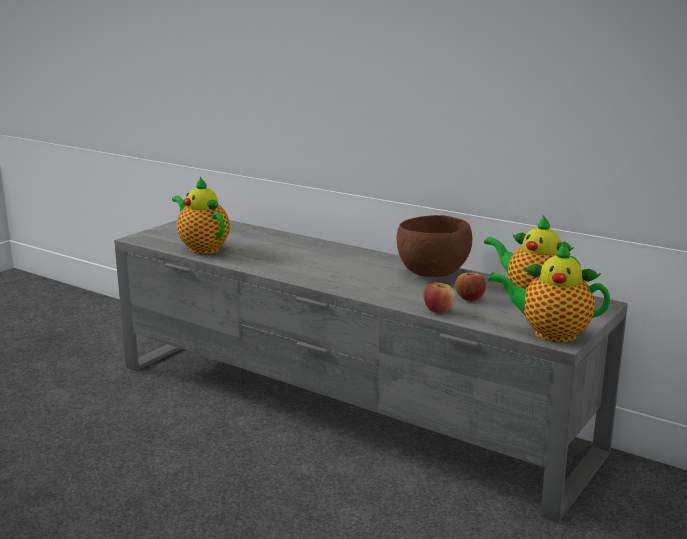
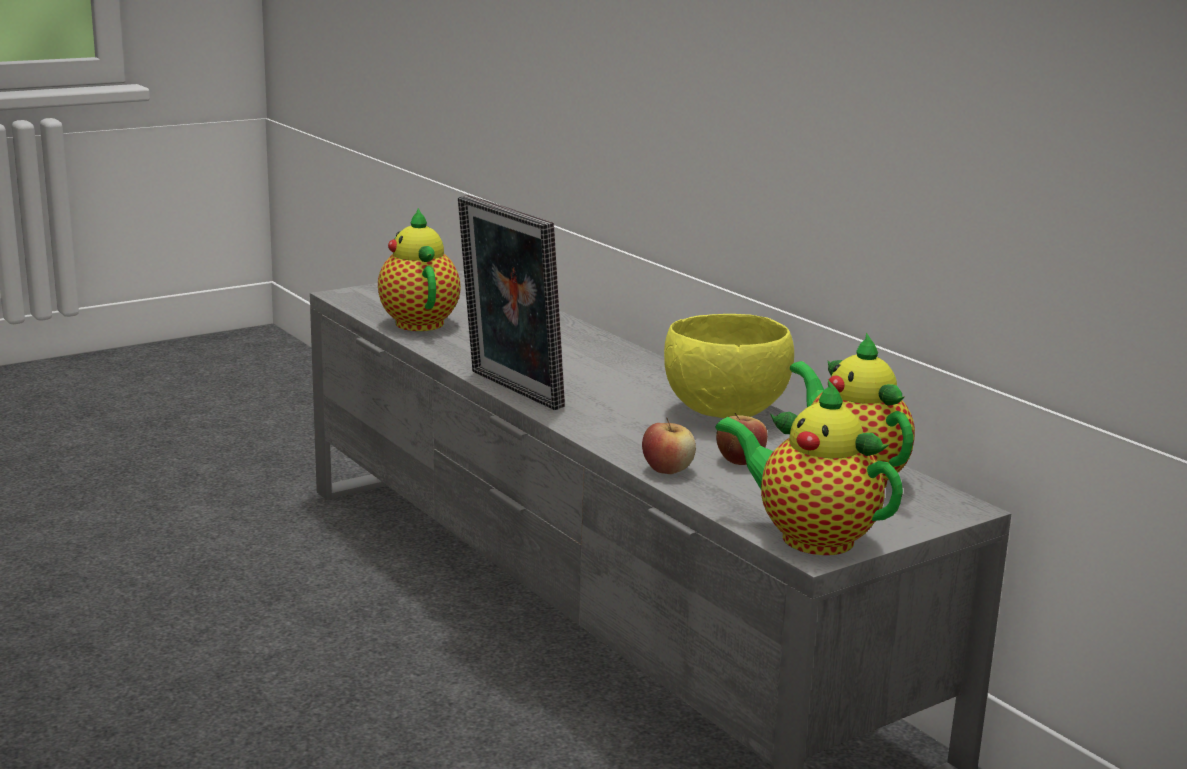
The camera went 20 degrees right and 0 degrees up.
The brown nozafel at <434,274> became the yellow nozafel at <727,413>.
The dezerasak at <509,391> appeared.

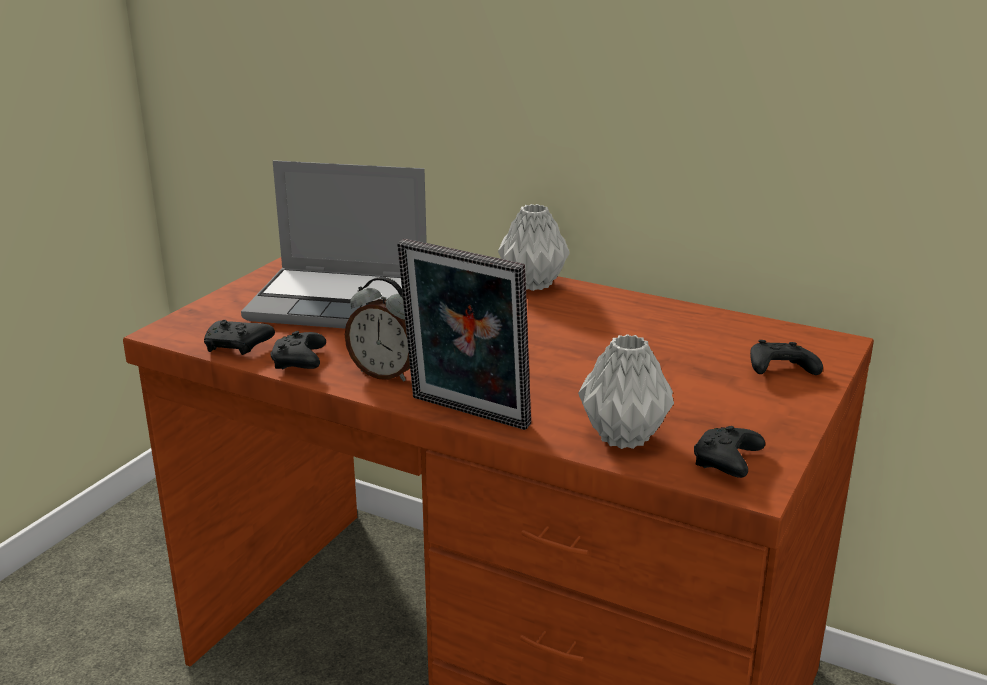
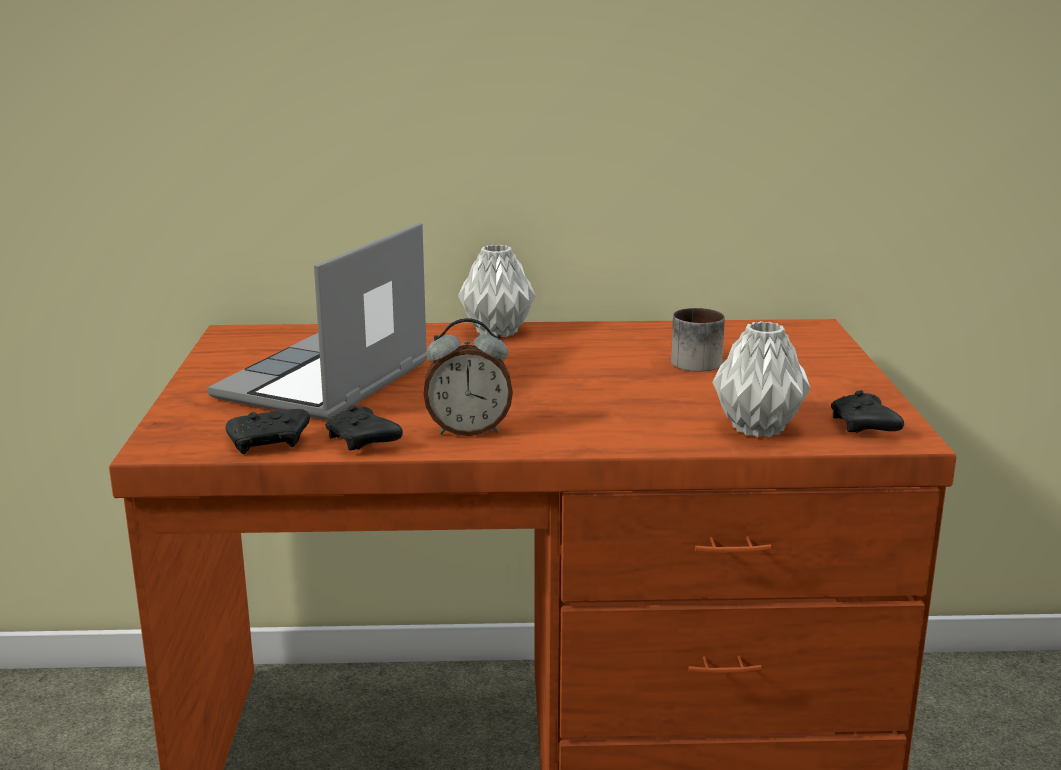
The camera went 30 degrees left and 5 degrees down.
The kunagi at <342,302> turned 135 degrees clockwise.
The dezerasak at <466,415> disappeared.
The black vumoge at <779,371> disappeared.
The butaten at <691,361> appeared.

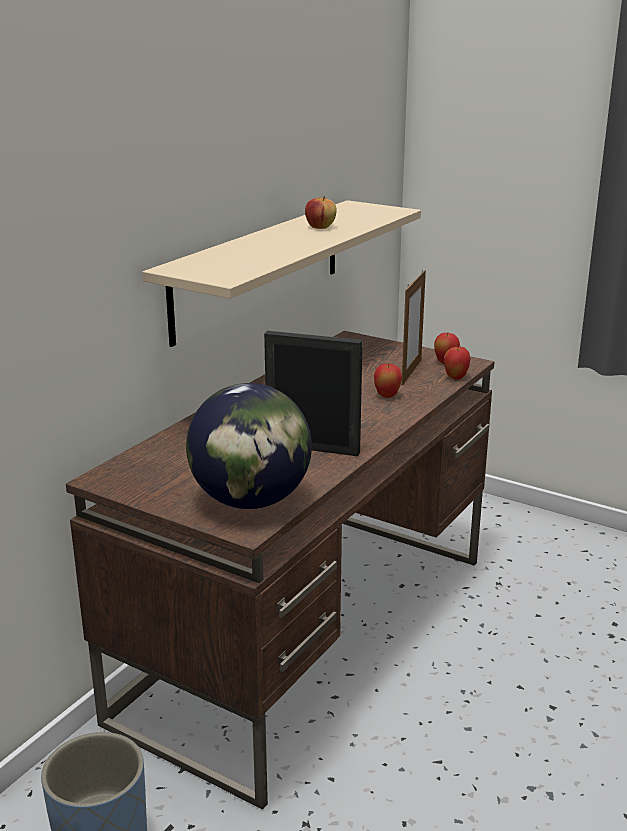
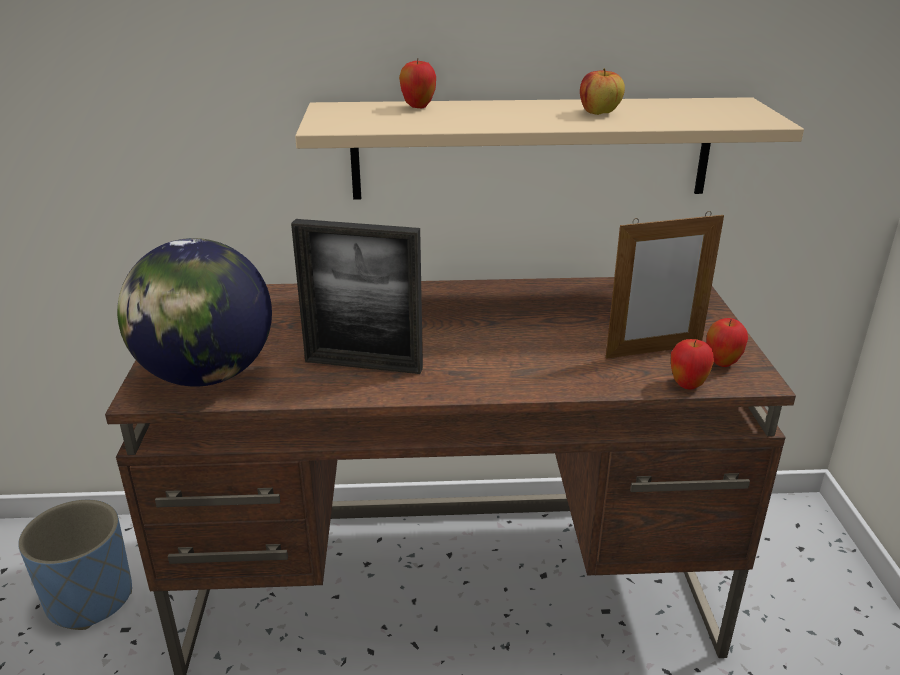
The camera went 55 degrees right and 5 degrees up.
The dezerasak at <313,448> turned 120 degrees clockwise.
The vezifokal moved from <387,396> to <418,107>.

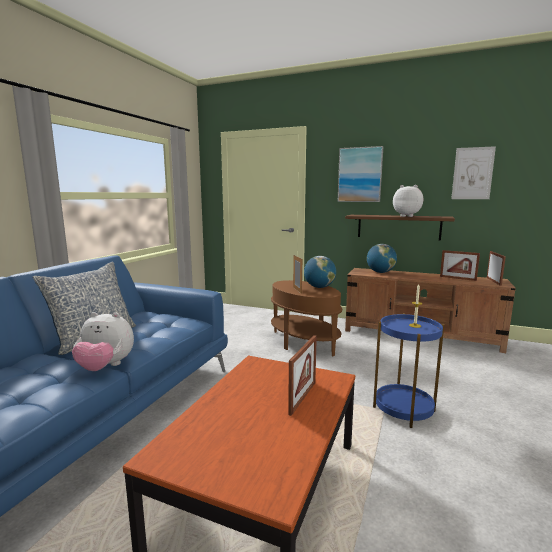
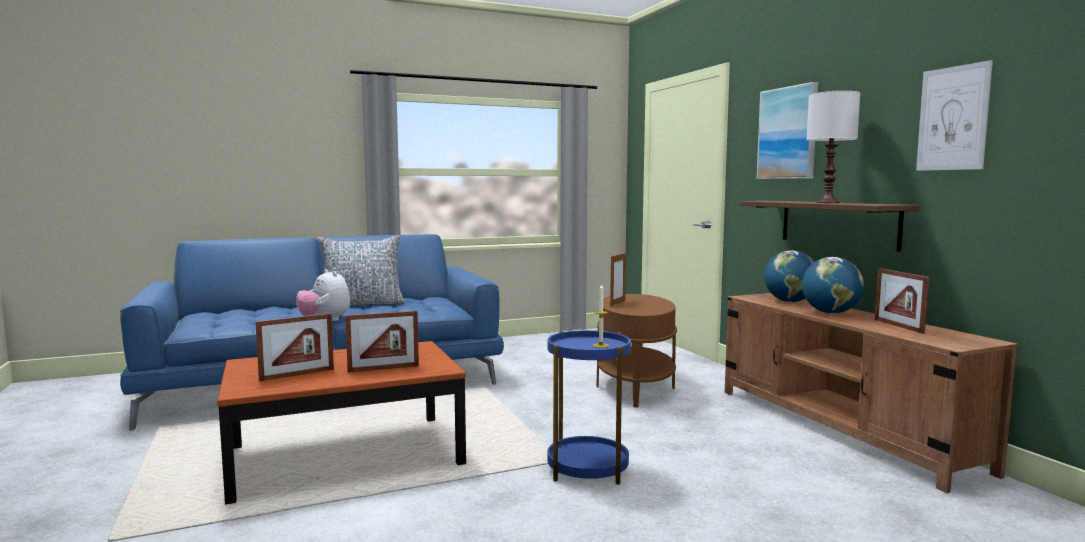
The camera went 45 degrees right and 5 degrees down.
The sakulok moved from <319,287> to <830,313>.
The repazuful at <407,216> was replaced by the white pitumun at <827,202>.
The dezerasak moved from <493,281> to <297,375>.

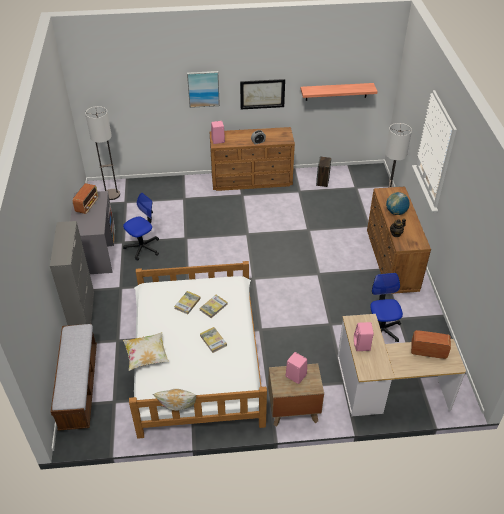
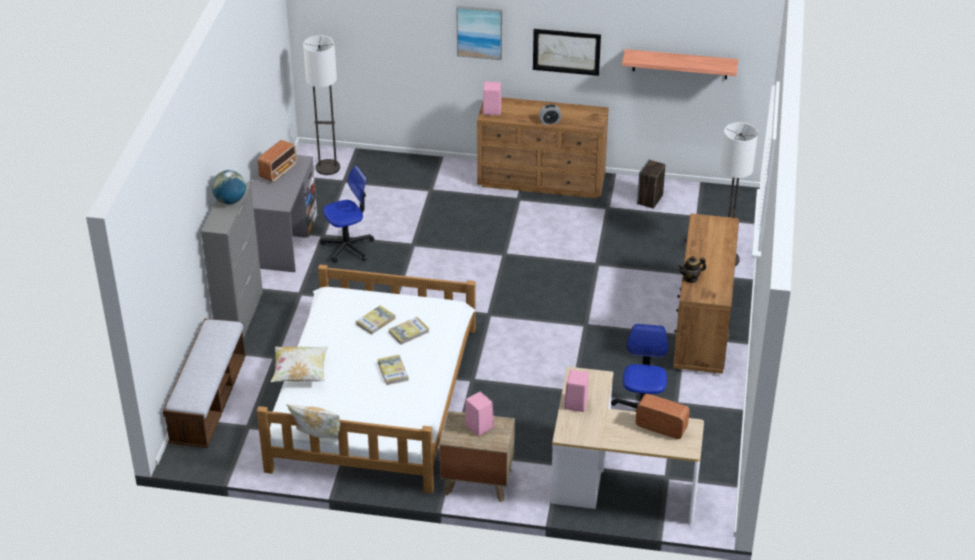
The camera went 15 degrees right and 5 degrees down.
The sakulok moved from <396,212> to <230,200>.

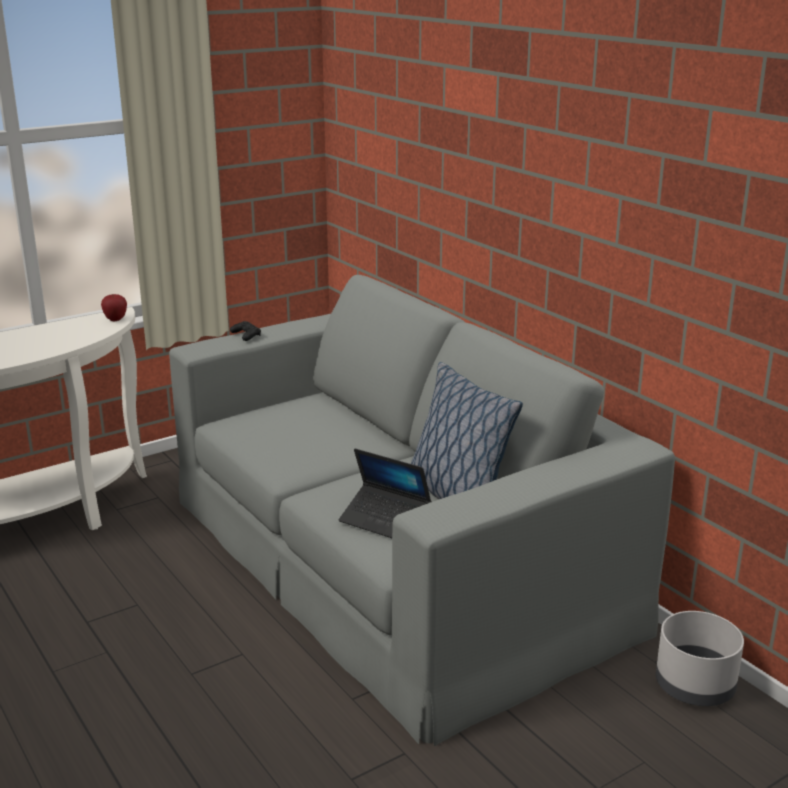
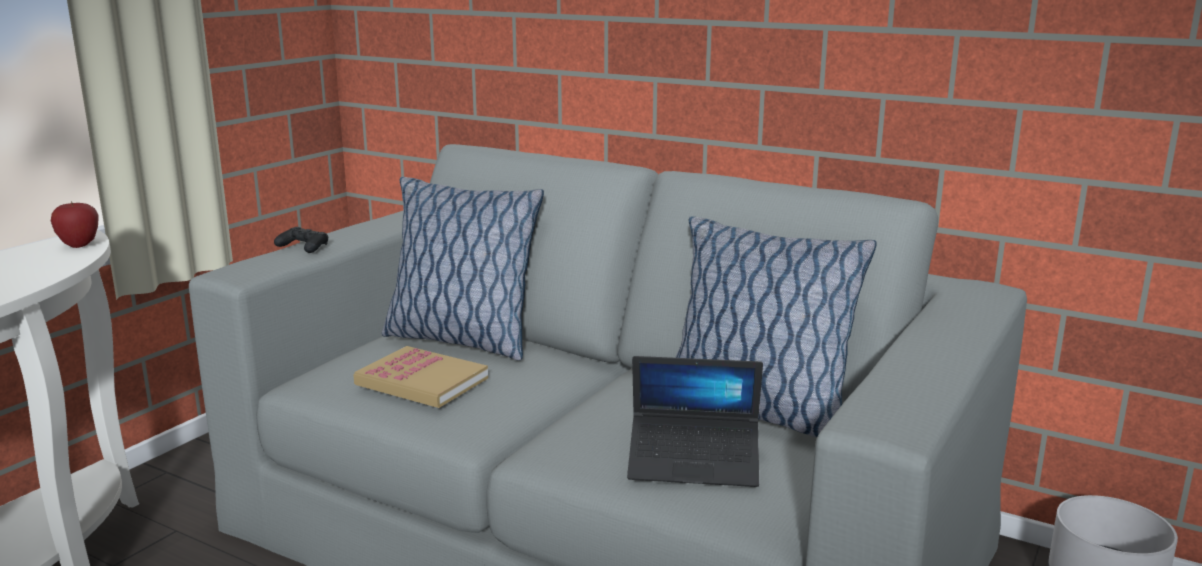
The camera went 25 degrees left and 5 degrees down.
The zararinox at <421,381> appeared.
The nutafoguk at <460,340> appeared.

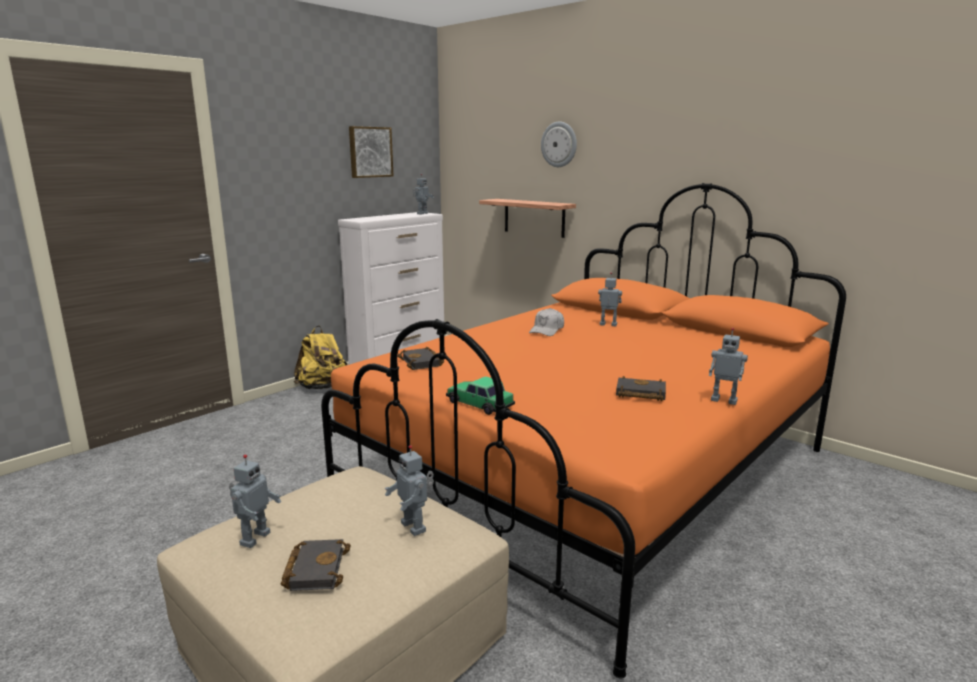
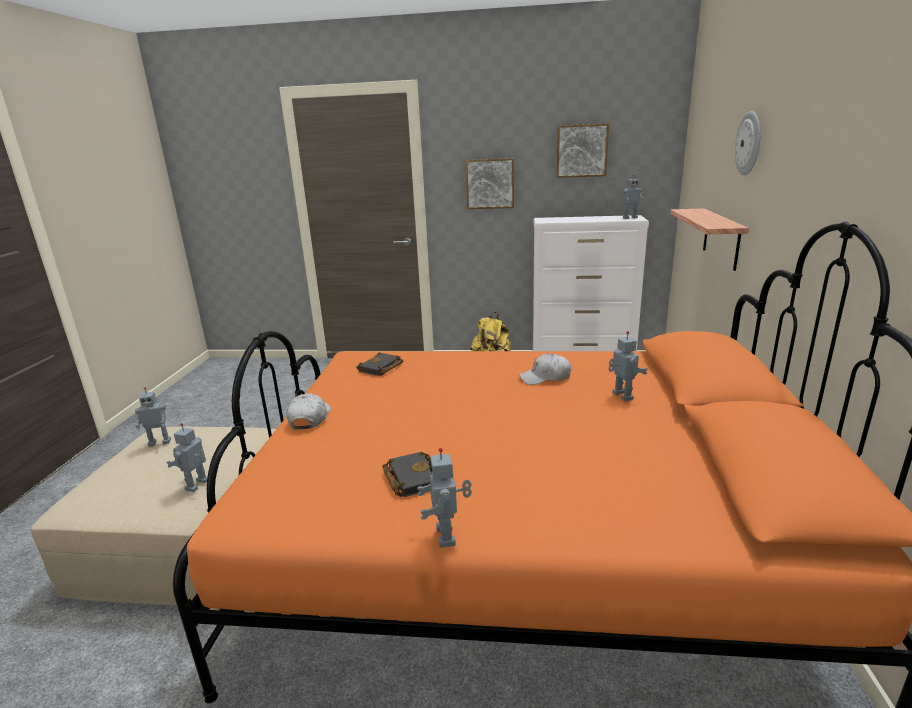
The camera went 55 degrees right and 5 degrees up.
The black zararinox at <315,569> disappeared.
The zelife at <479,404> was replaced by the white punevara at <309,418>.
The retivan at <490,183> appeared.

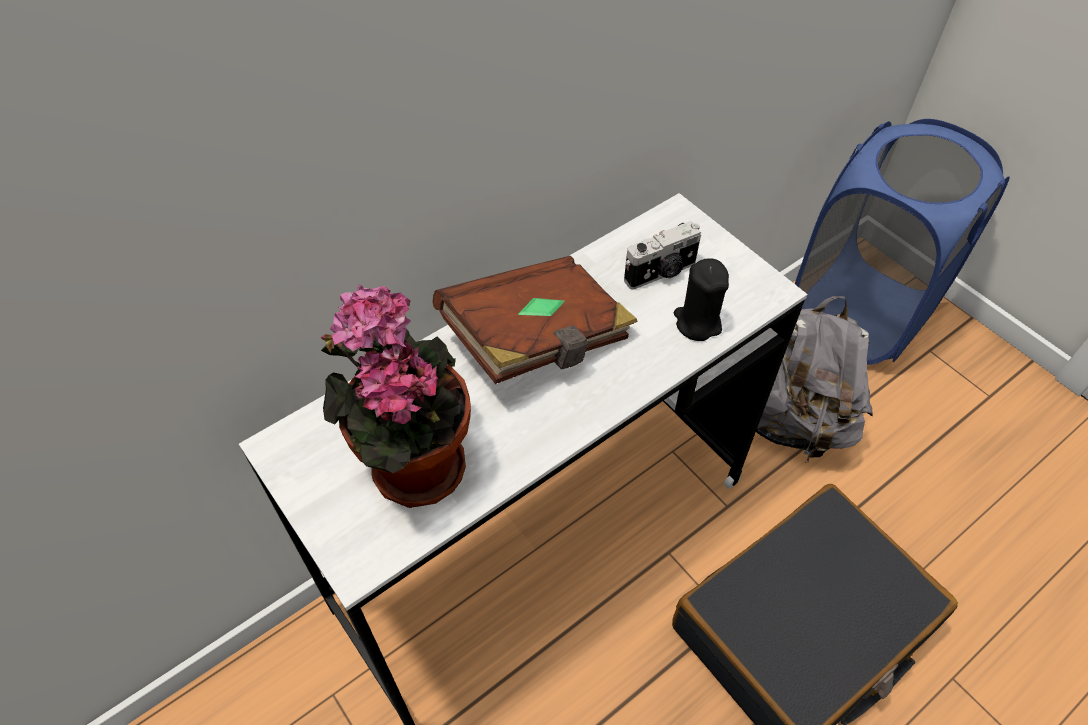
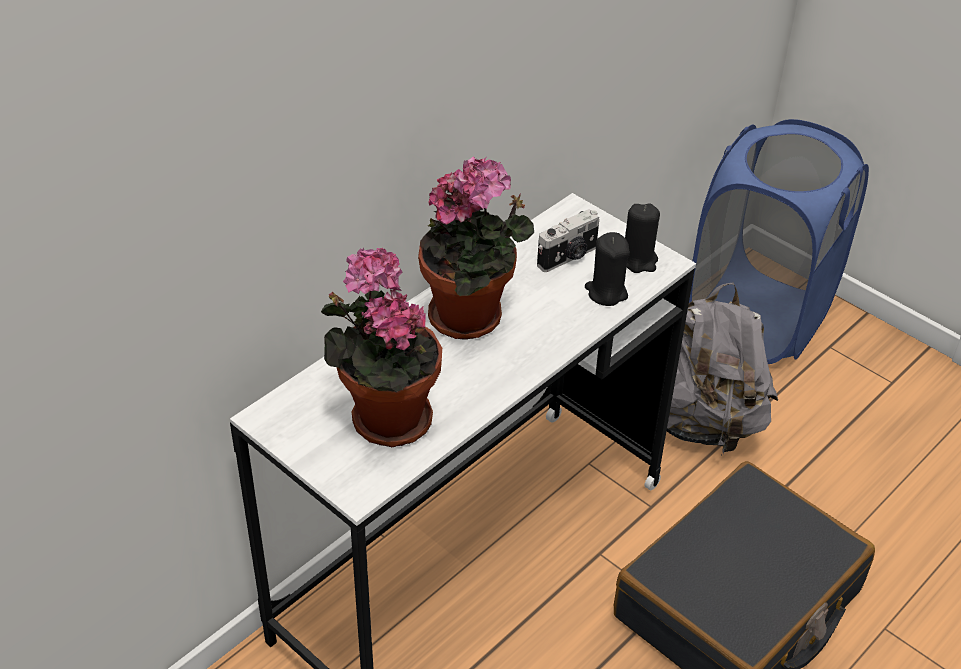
The camera went 10 degrees left and 10 degrees down.
The brown zararinox at <538,340> was replaced by the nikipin at <472,318>.
The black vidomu at <638,260> appeared.

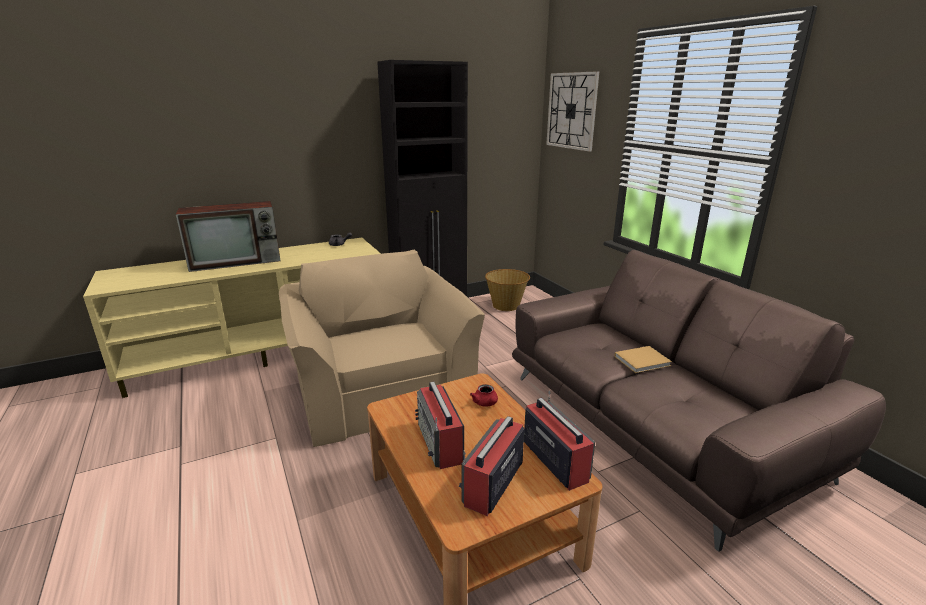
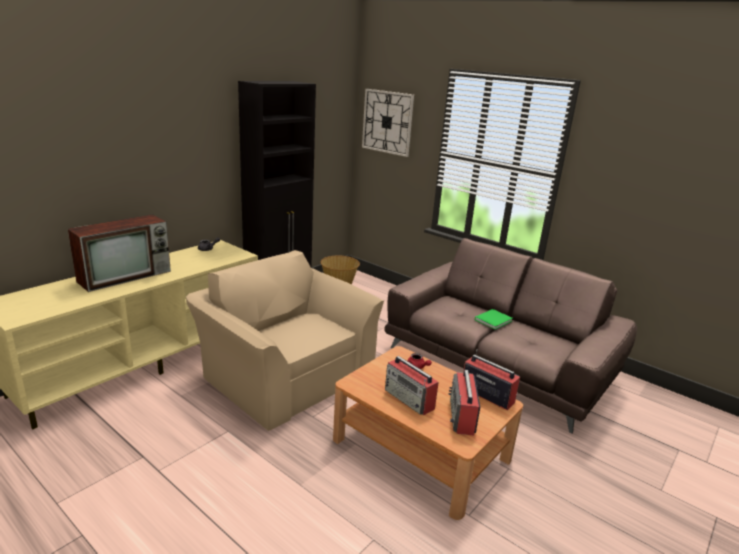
The camera went 25 degrees left and 0 degrees up.
The beige zararinox at <643,361> became the green zararinox at <494,320>.

